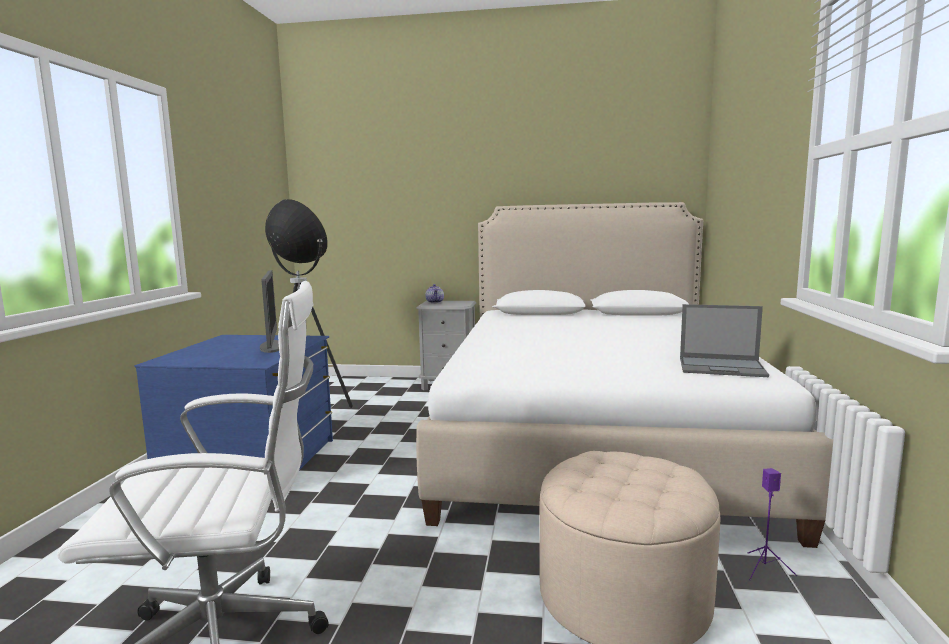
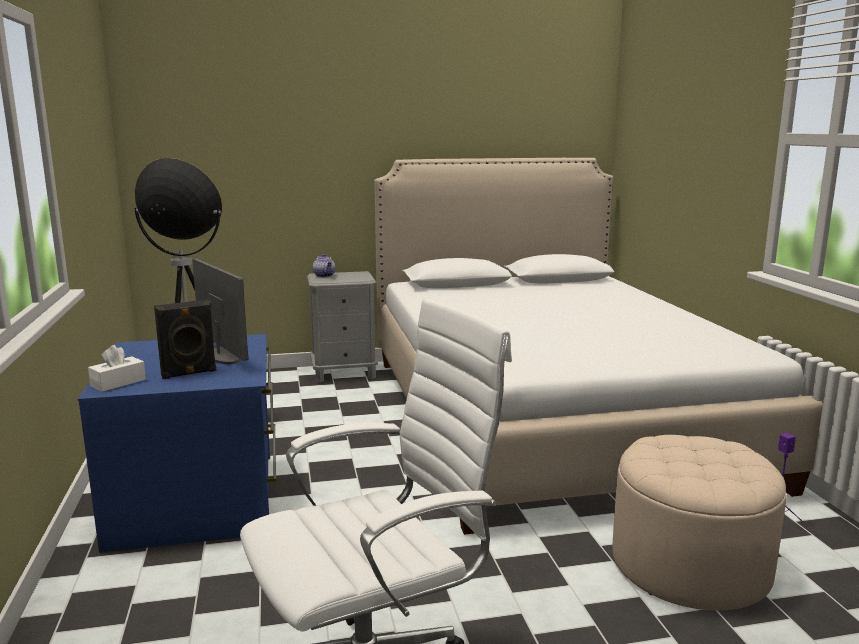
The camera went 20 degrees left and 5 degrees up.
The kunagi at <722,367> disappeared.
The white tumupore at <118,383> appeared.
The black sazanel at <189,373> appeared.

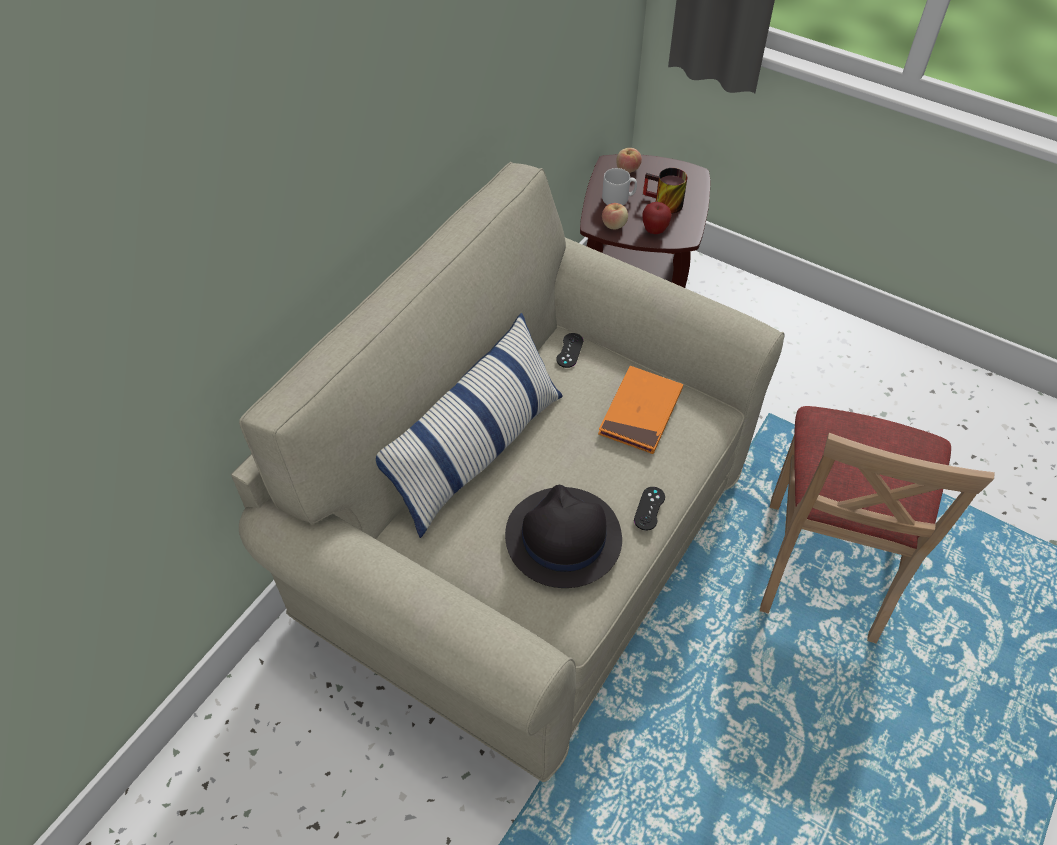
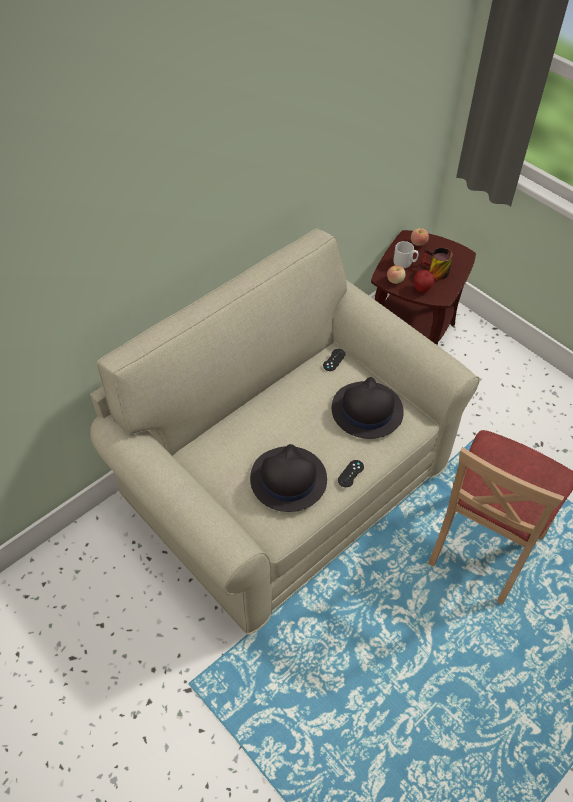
The camera went 15 degrees right and 0 degrees up.
The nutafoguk at <476,451> disappeared.
The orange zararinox at <640,412> was replaced by the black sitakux at <366,410>.

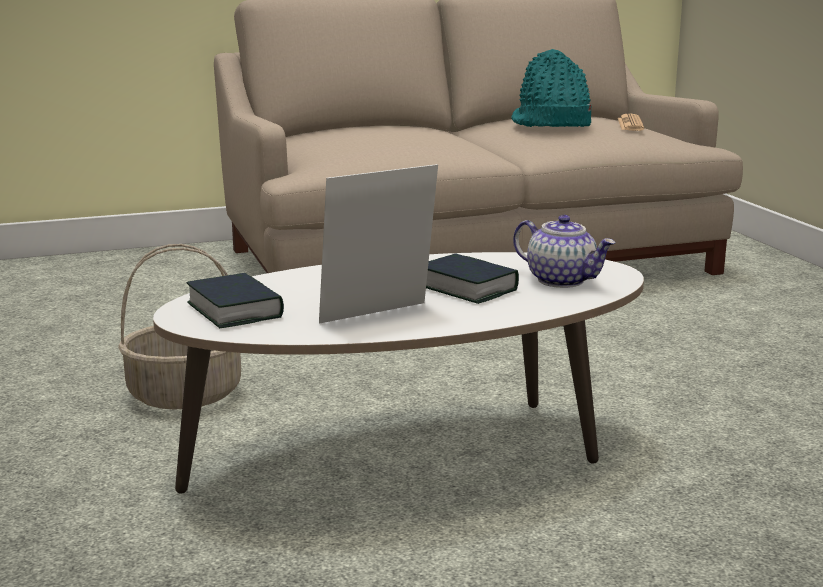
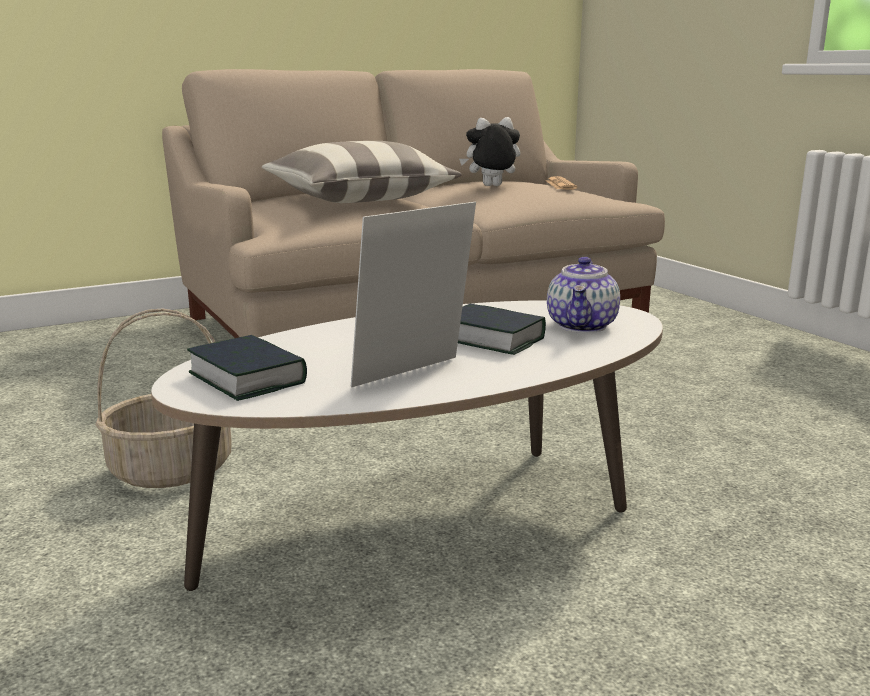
The camera went 10 degrees left and 0 degrees up.
The turquoise sitakux at <551,124> was replaced by the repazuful at <491,186>.
The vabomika at <562,280> turned 75 degrees clockwise.
The nutafoguk at <359,199> appeared.

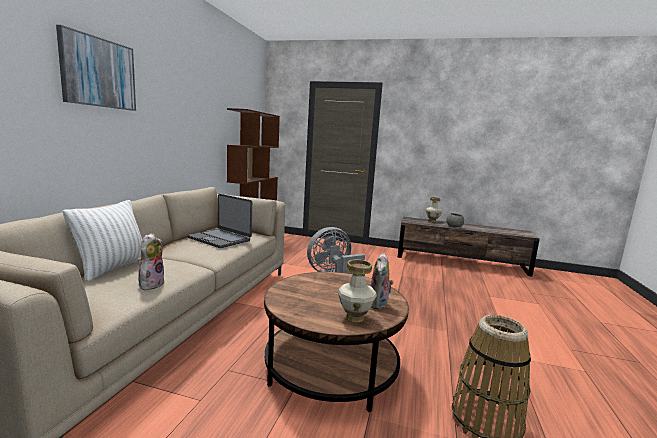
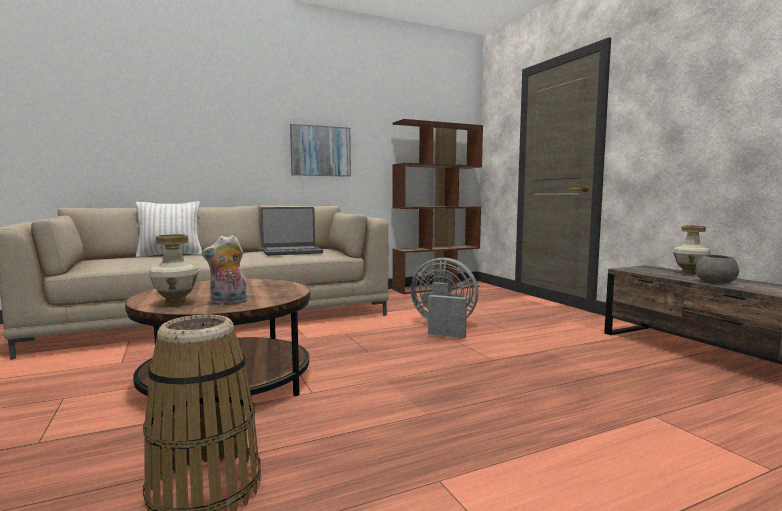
The camera went 50 degrees right and 5 degrees down.
The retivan moved from <98,73> to <320,151>.
The repazuful at <151,284> disappeared.
The kunagi at <220,239> turned 105 degrees counterclockwise.

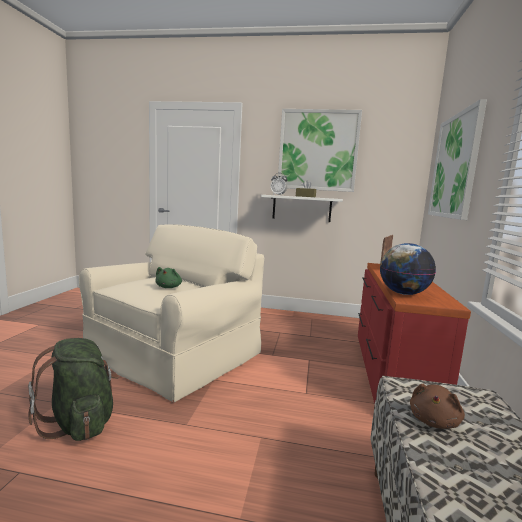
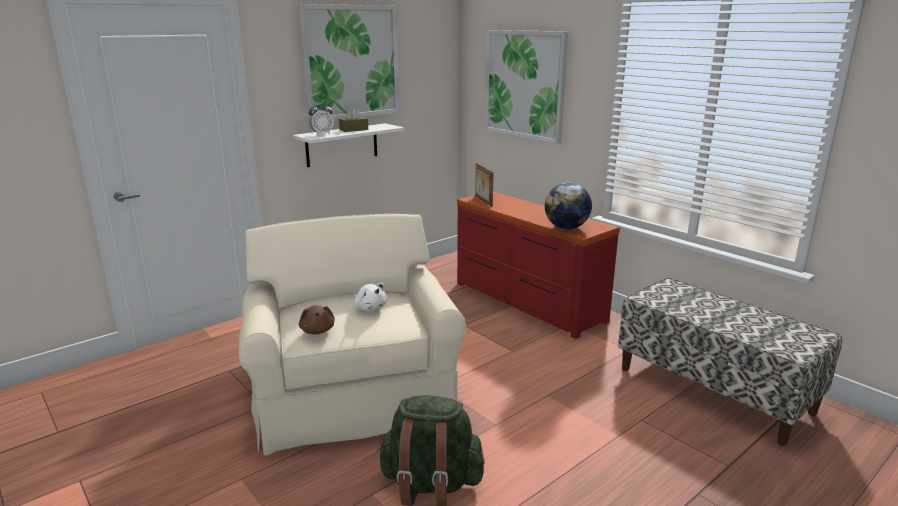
The camera went 50 degrees left and 10 degrees up.
The green repazuful at <169,287> became the white repazuful at <369,308>.
The brown repazuful moved from <434,421> to <317,330>.

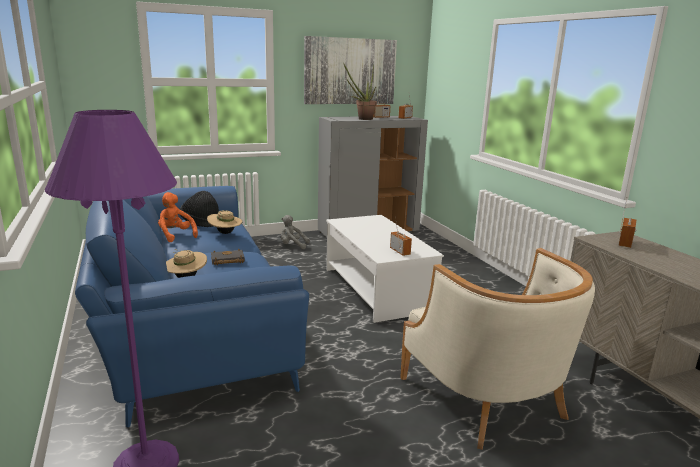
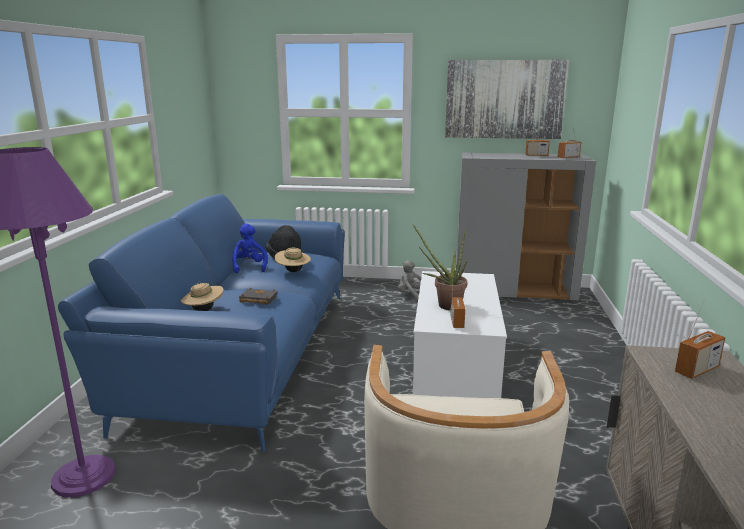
The camera went 30 degrees right and 0 degrees up.
The orange repazuful at <174,236> became the blue repazuful at <248,267>.
The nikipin moved from <362,119> to <444,305>.

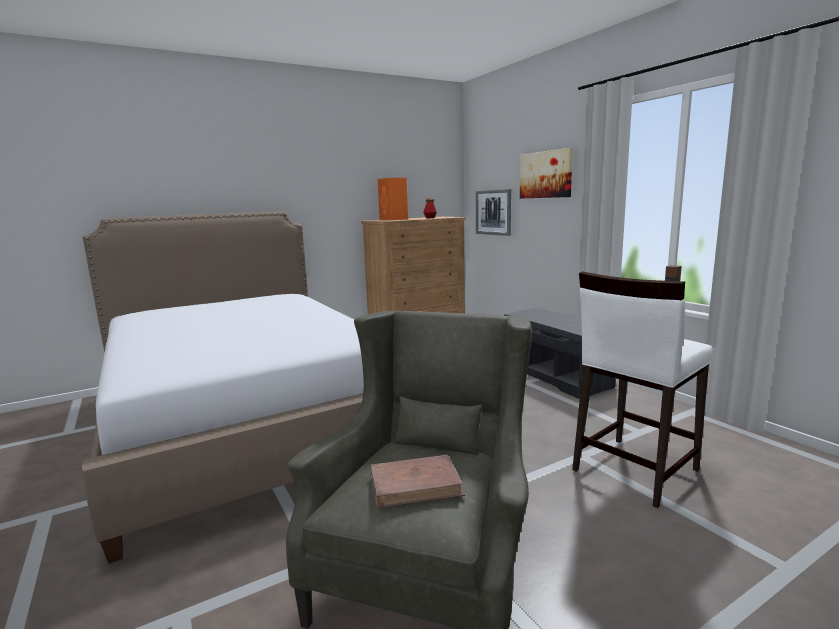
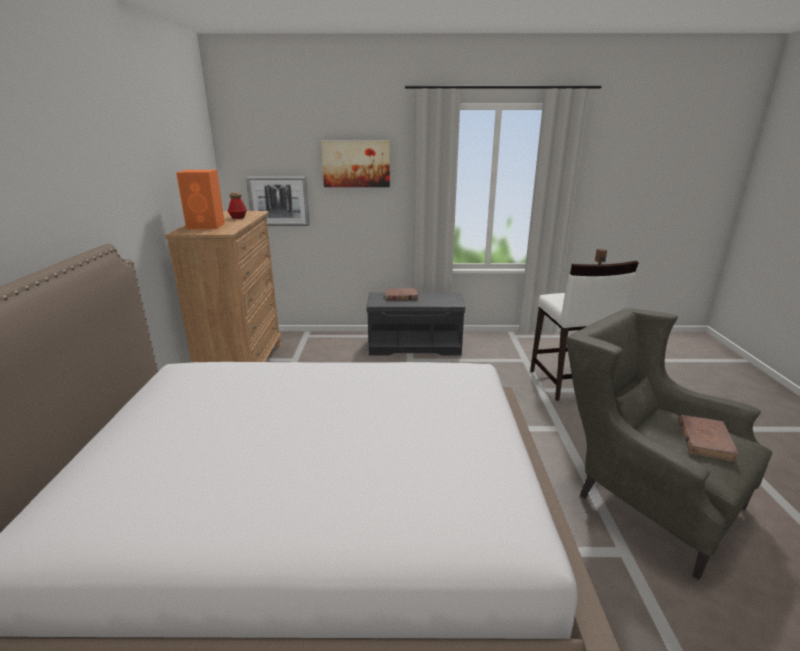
The camera went 60 degrees left and 10 degrees up.
The brown zararinox at <401,296> appeared.

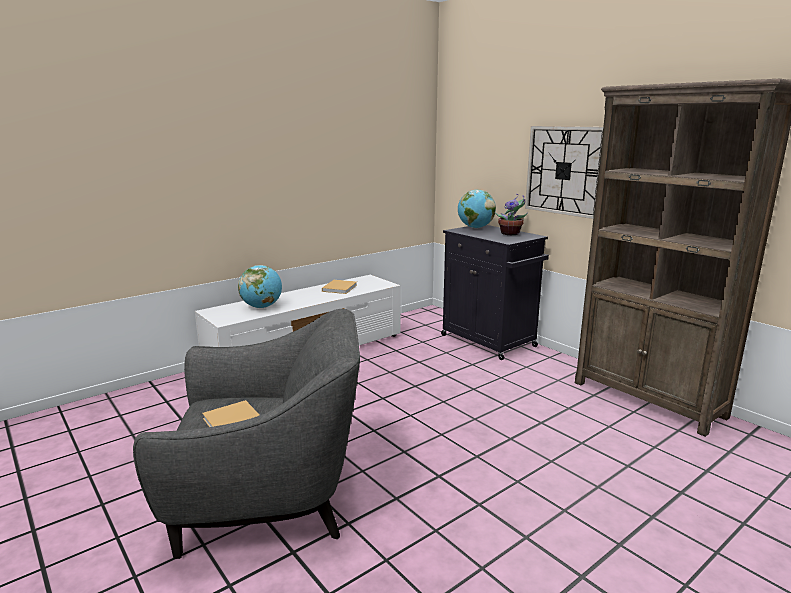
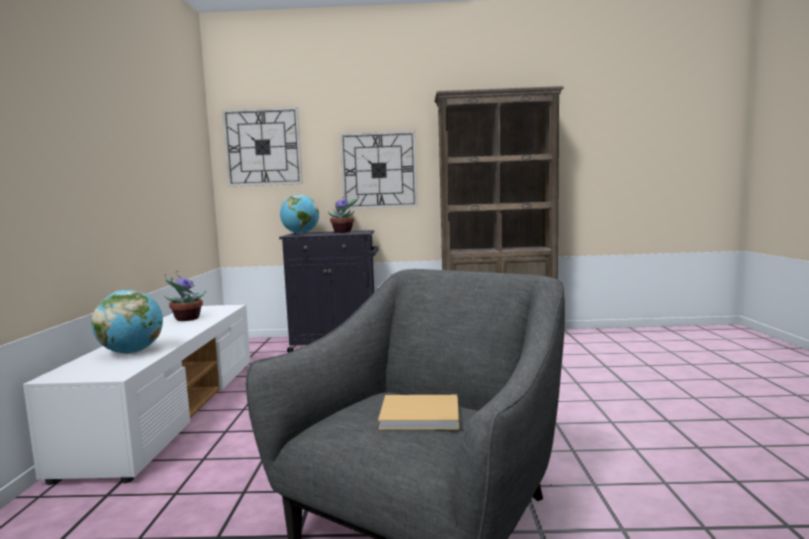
The camera went 50 degrees left and 10 degrees down.
The beige zararinox at <340,288> was replaced by the nikipin at <185,319>.
The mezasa at <263,147> appeared.

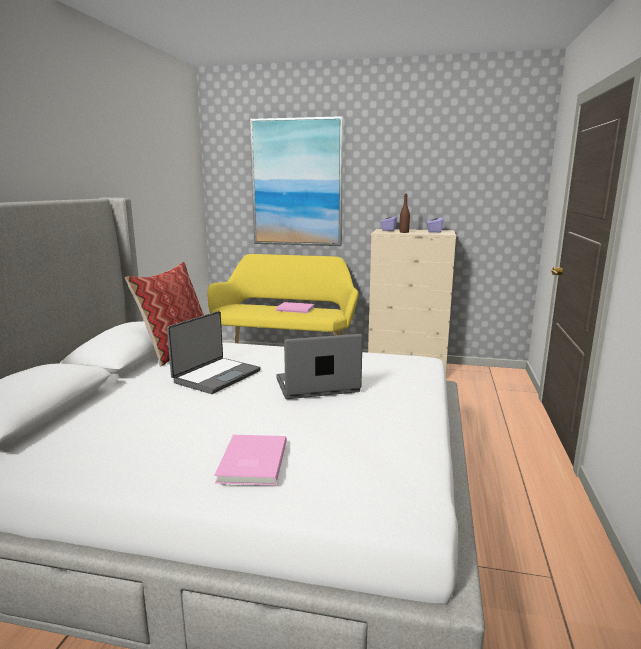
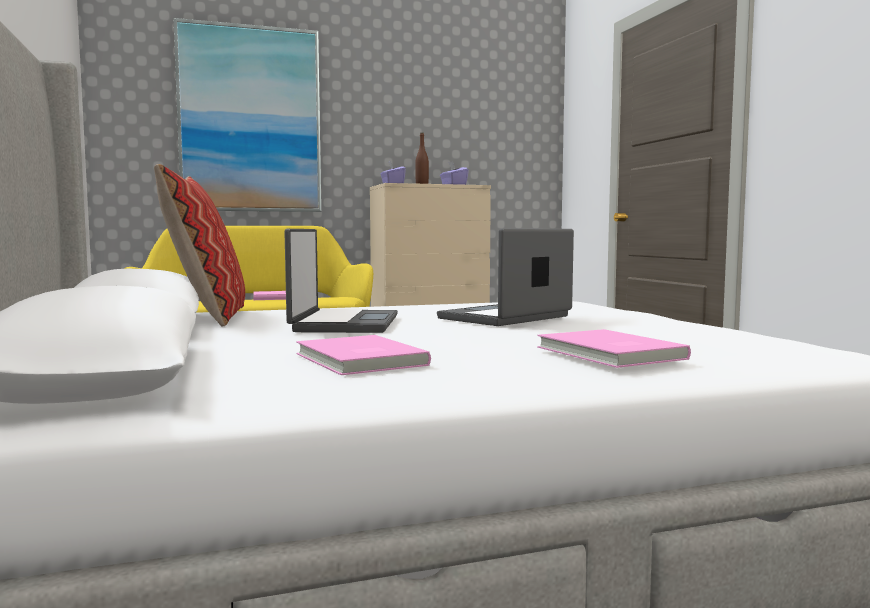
The camera went 30 degrees left and 10 degrees down.
The pink zararinox at <357,360> appeared.

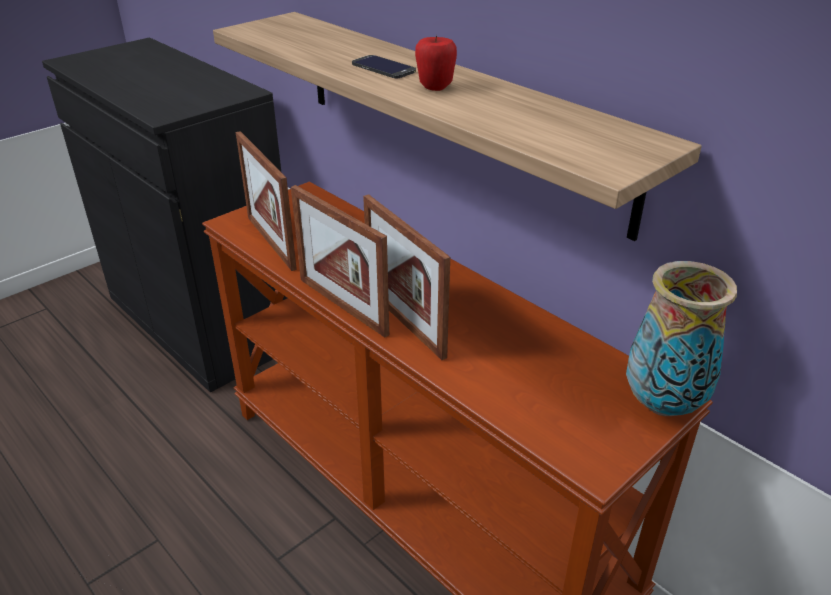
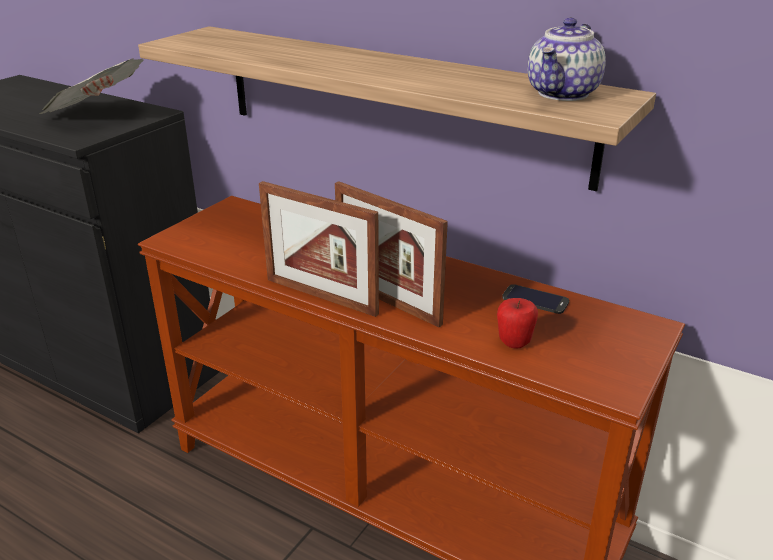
The camera went 15 degrees left and 5 degrees down.
The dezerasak at <271,242> disappeared.
The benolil moved from <383,67> to <535,300>.
The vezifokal moved from <435,87> to <514,342>.
The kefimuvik at <662,405> disappeared.
The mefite at <97,115> appeared.
The vabomika at <563,94> appeared.

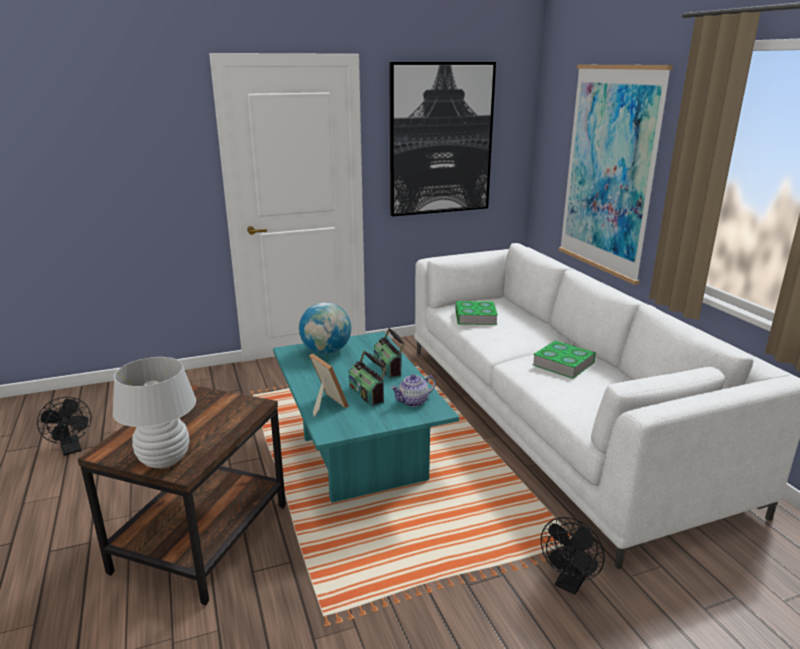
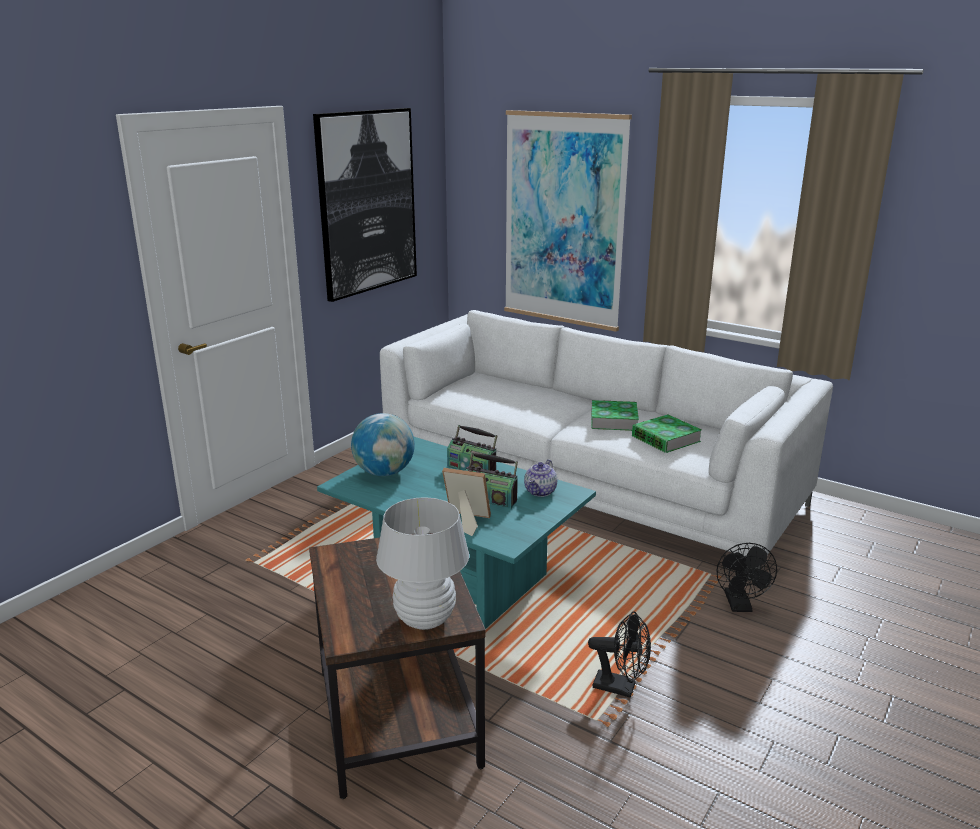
The camera went 35 degrees left and 0 degrees up.
The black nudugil moved from <72,449> to <621,687>.
The zararinox moved from <475,317> to <665,439>.

